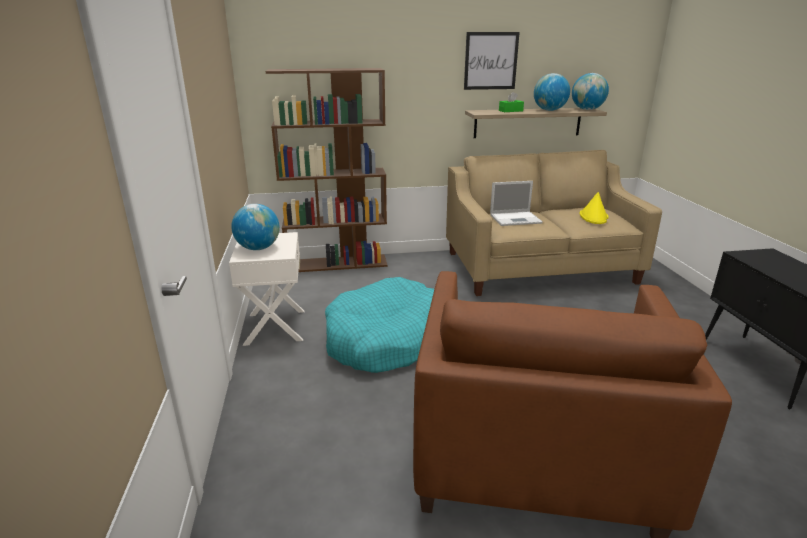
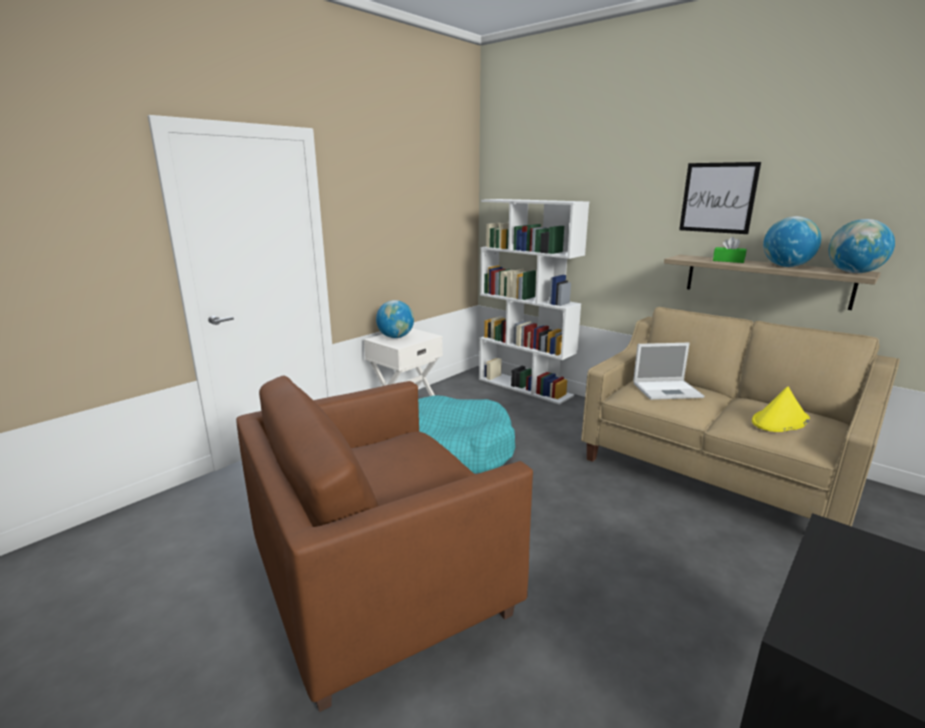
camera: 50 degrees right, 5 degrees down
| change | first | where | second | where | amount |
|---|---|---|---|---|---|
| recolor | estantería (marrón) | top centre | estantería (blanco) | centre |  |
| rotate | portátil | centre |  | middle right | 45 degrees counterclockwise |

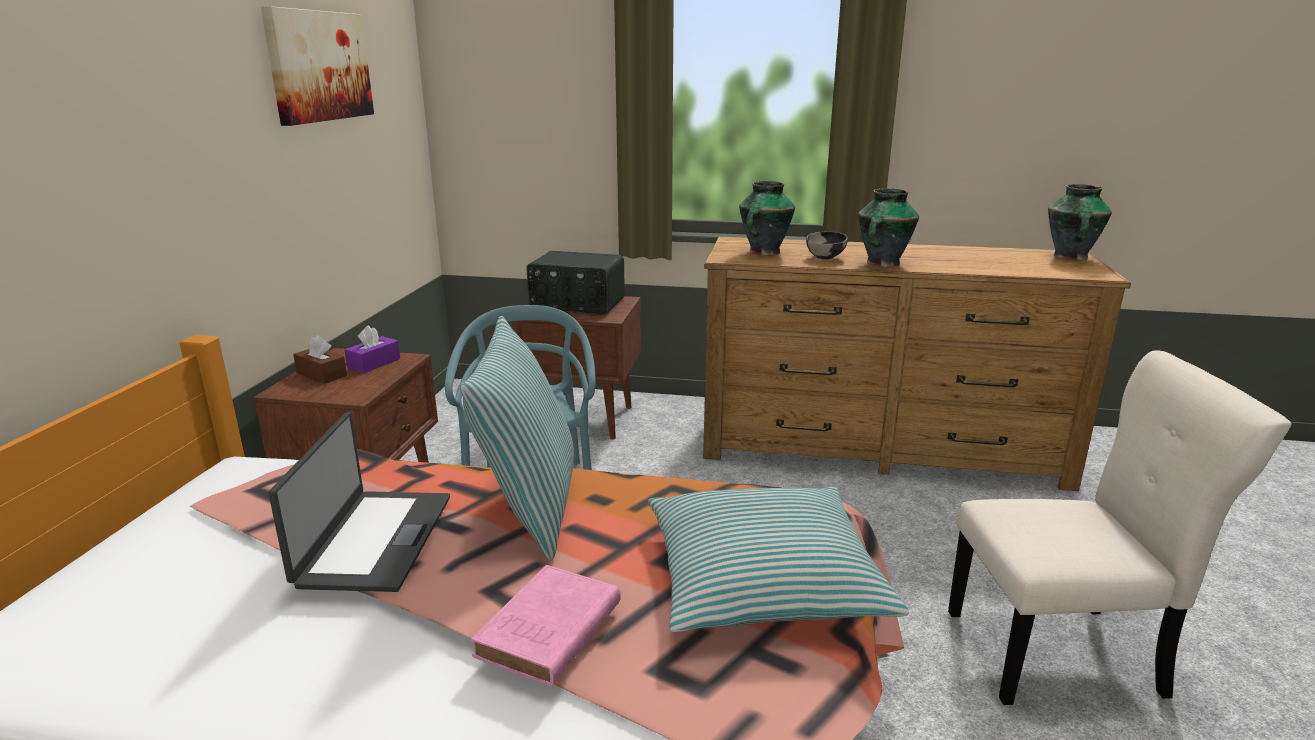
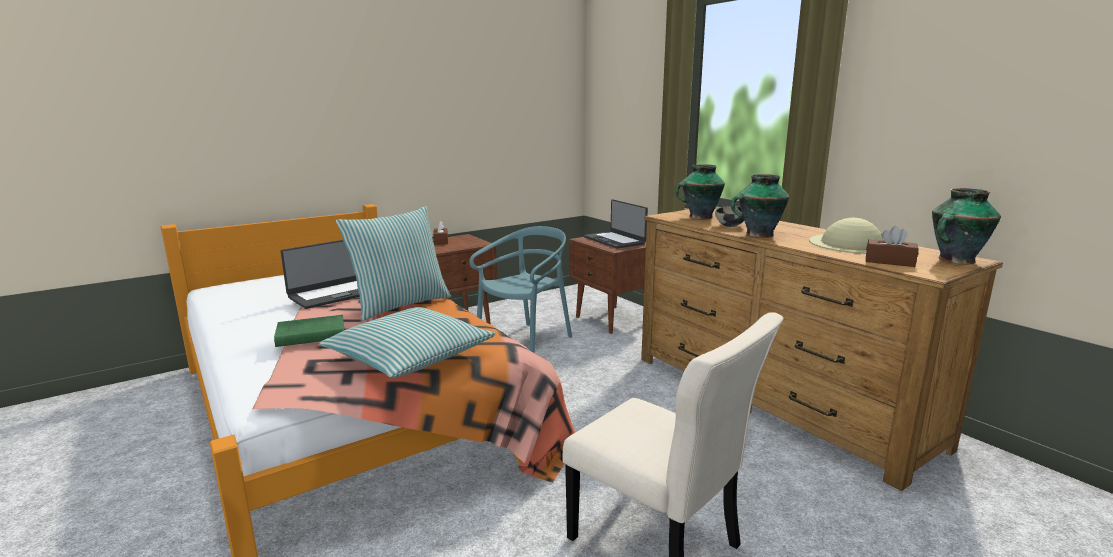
camera: 45 degrees right, 5 degrees down
| change | first | where | second | where | amount |
|---|---|---|---|---|---|
| delete | cuadro | top left |  |  |  |
| replace | radio | centre | portátil (2nd from left) | centre |  |
| delete | caja de pañuelos (morado) | middle left |  |  |  |
| recolor | libro (rosa) | bottom centre | libro (verde) | middle left |  |
| insert |  |  | sombrero (beis) | middle right |  |
| insert |  |  | caja de pañuelos (marrón) (2nd from left) | middle right |  |

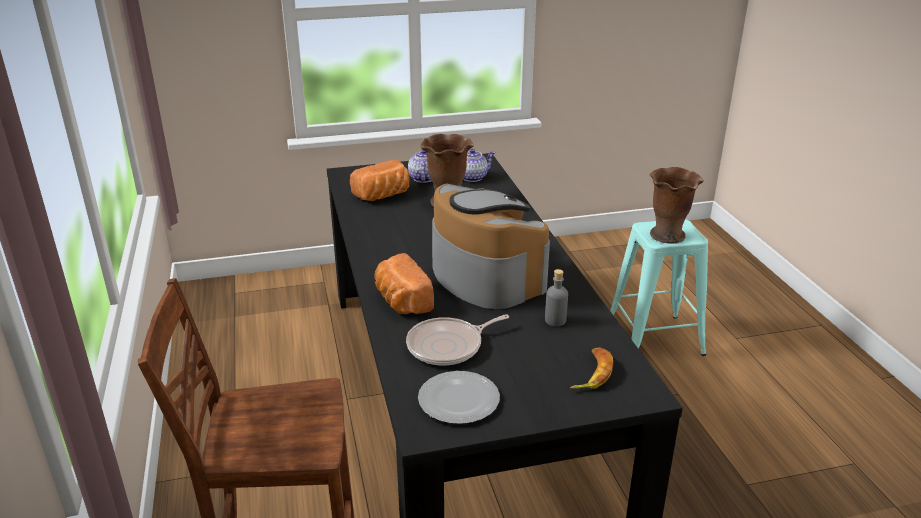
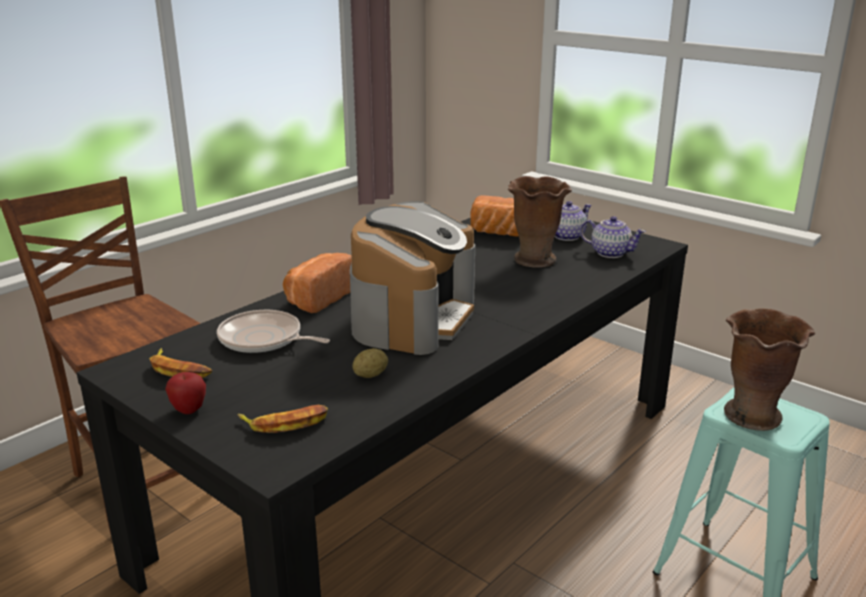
camera: 55 degrees right, 5 degrees down
| change | first | where | second | where | amount |
|---|---|---|---|---|---|
| replace | botella (gris) | centre | patata | centre |  |
| replace | plato | bottom centre | plátano (1st from left) | middle left |  |
| insert |  |  | manzana | middle left |  |

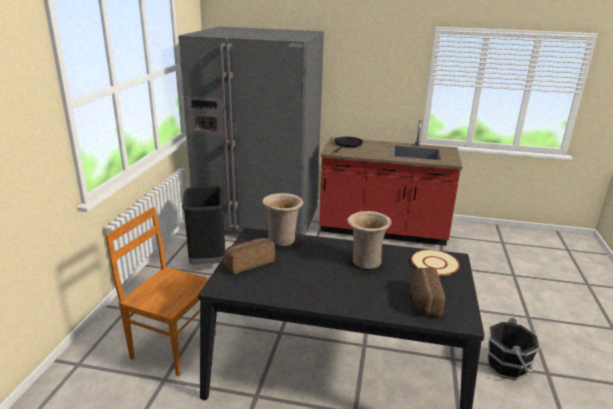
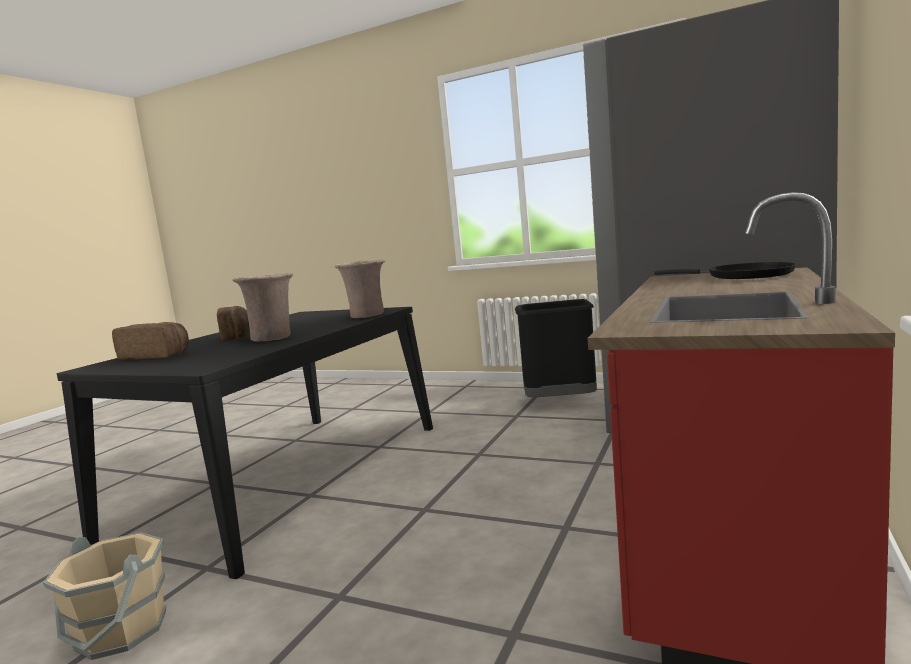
camera: 105 degrees right, 15 degrees down
| change | first | where | second | where | amount |
|---|---|---|---|---|---|
| delete | silla (marrón) | bottom left |  |  |  |
| move | pan (1st from left in the first image) | centre | pan (2nd from left) | middle left |  |
| delete | plato (beis) | middle right |  |  |  |
| recolor | cubo (negro) | bottom right | cubo (beis) | bottom left |  |

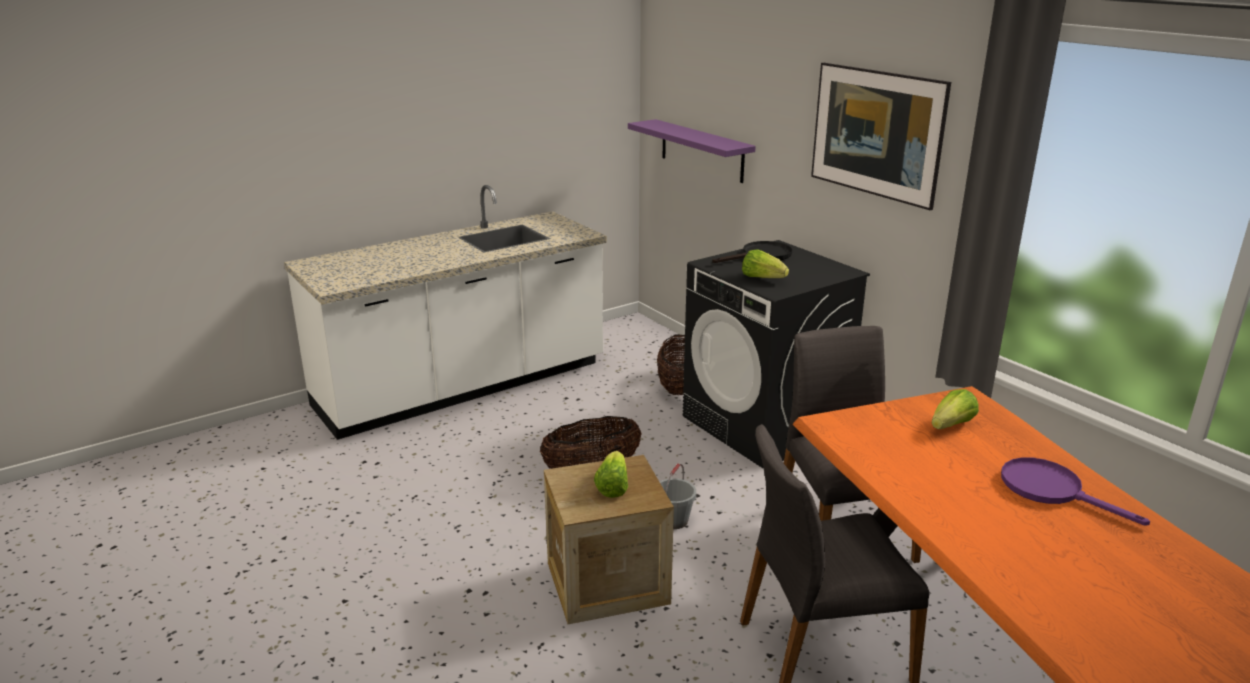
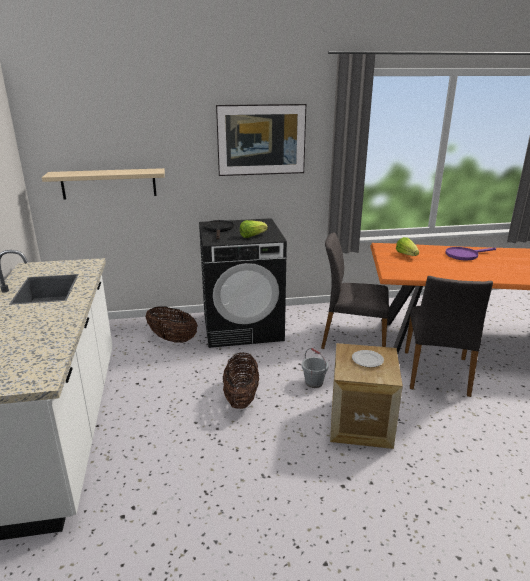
camera: 65 degrees left, 0 degrees up
| change | first | where | second | where | amount |
|---|---|---|---|---|---|
| recolor | estante (morado) | top centre | estante (beis) | top left |  |
| replace | lechuga (1st from left) | bottom centre | plato | middle right |  |

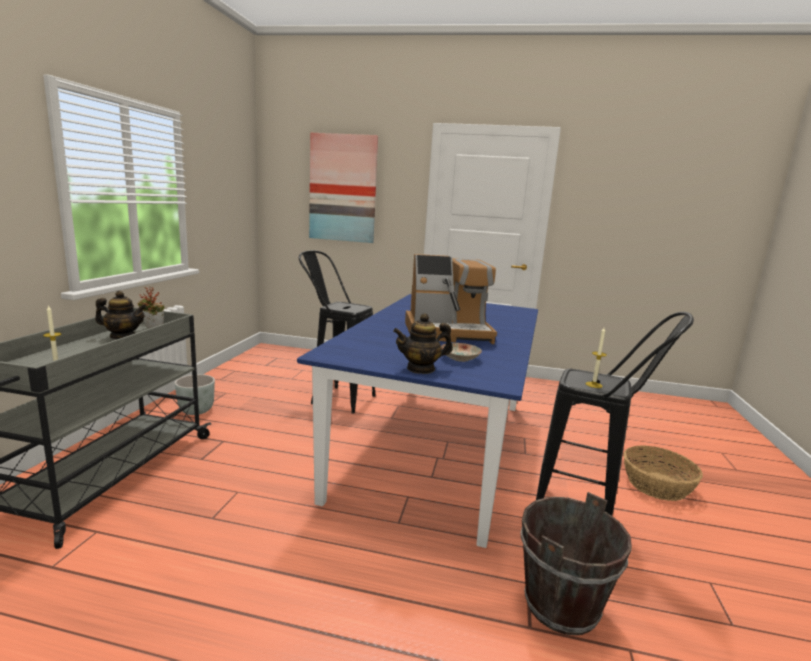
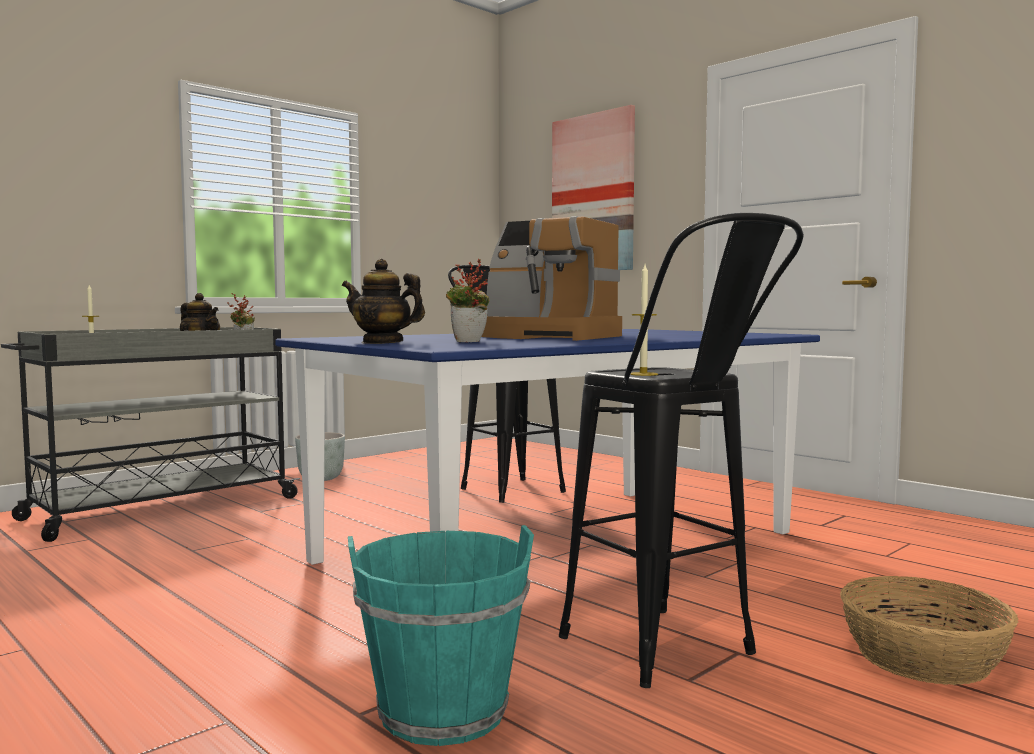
camera: 35 degrees right, 10 degrees down
| change | first | where | second | where | amount |
|---|---|---|---|---|---|
| replace | plato | centre | planta en maceta (2nd from left) | centre |  |
| recolor | cubo (marrón) | bottom right | cubo (turquesa) | bottom centre |  |

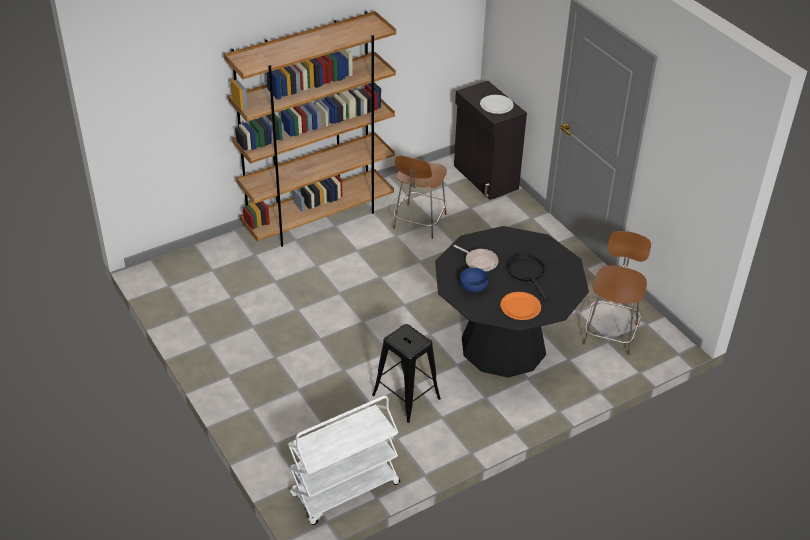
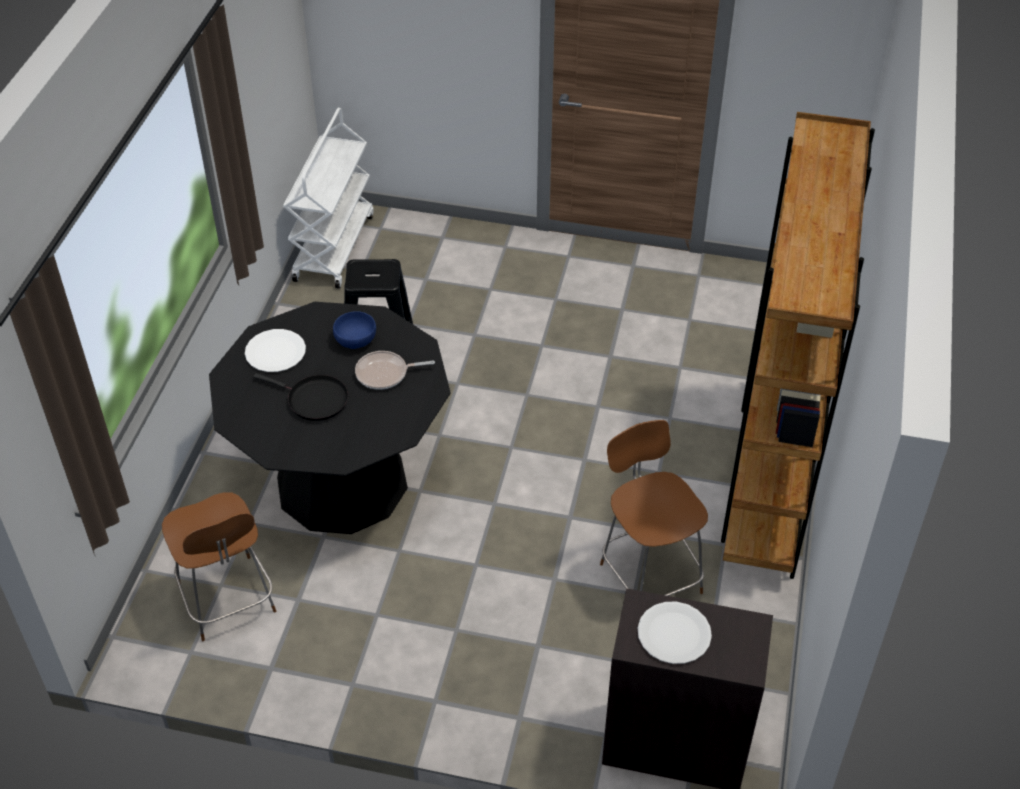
camera: 135 degrees right, 5 degrees up
| change | first | where | second | where | amount |
|---|---|---|---|---|---|
| recolor | plato (naranja) | centre | plato (blanco) (1st from left) | middle left |  |

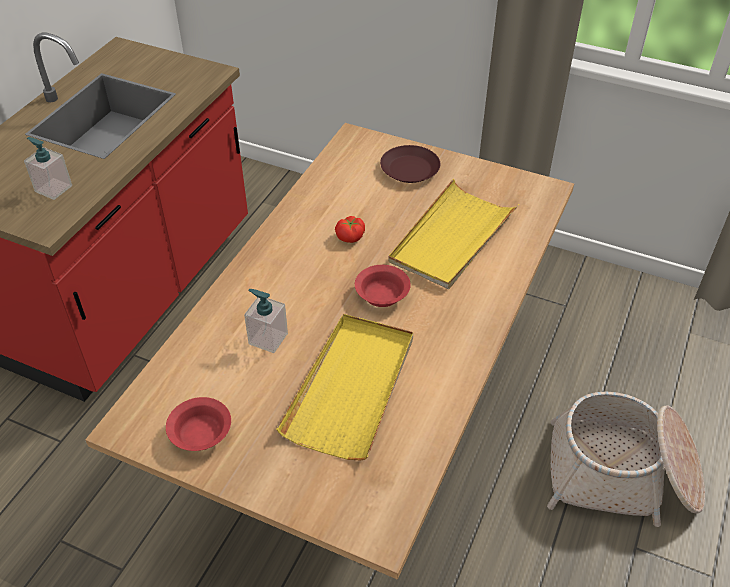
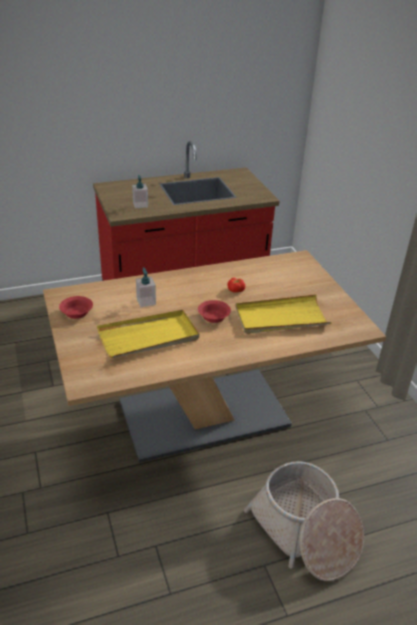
camera: 45 degrees right, 10 degrees down
| change | first | where | second | where | amount |
|---|---|---|---|---|---|
| delete | plato (marrón) | top centre |  |  |  |

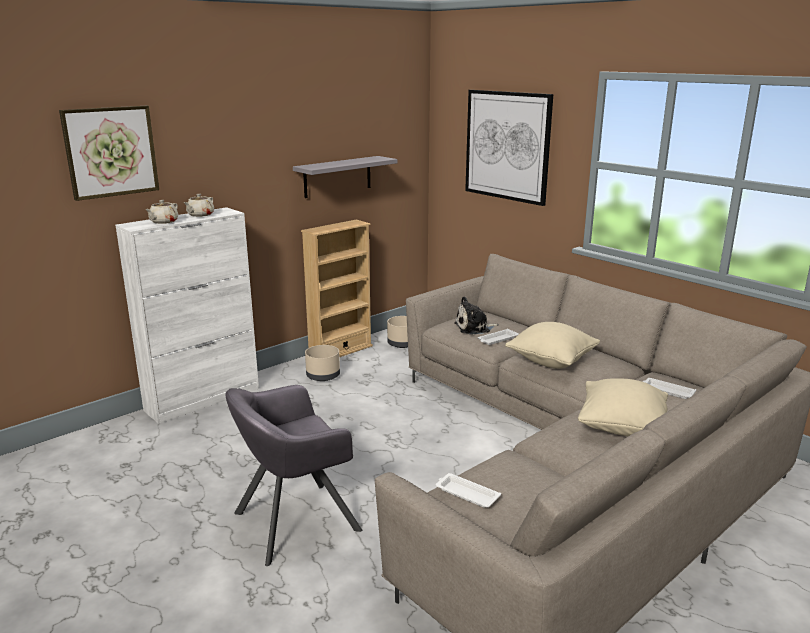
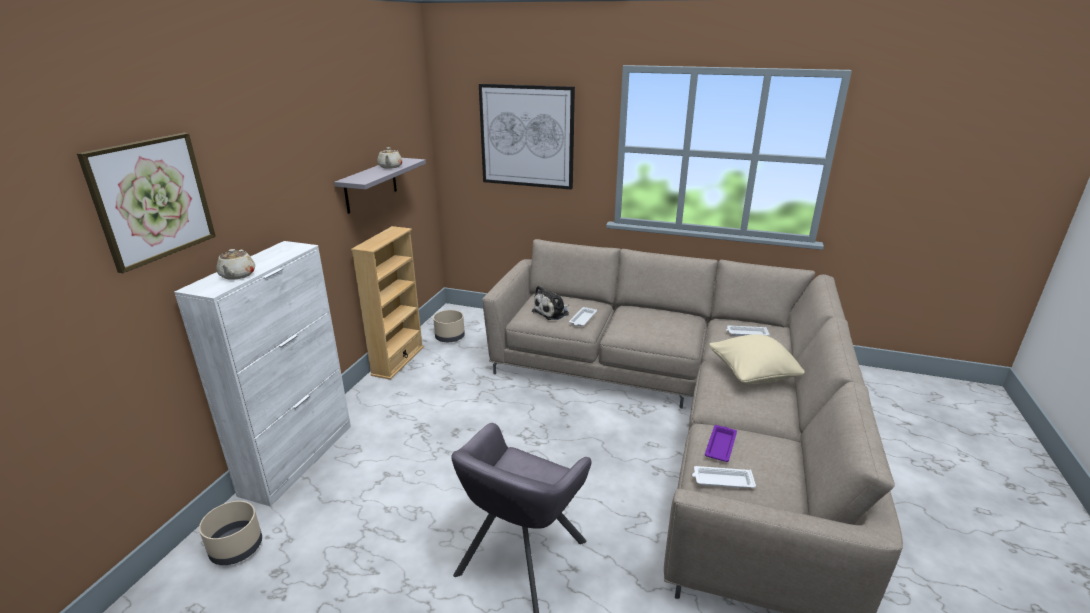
camera: 30 degrees left, 5 degrees up
| change | first | where | second | where | amount |
|---|---|---|---|---|---|
| move | tetera (beis) (2nd from left) | top left |  | top centre |  |
| delete | cojín (beis) (1st from left) | middle right |  |  |  |
| move | maceta (beis) (1st from left) | centre |  | bottom left |  |
| insert |  |  | bandeja (morado) | bottom centre |  |

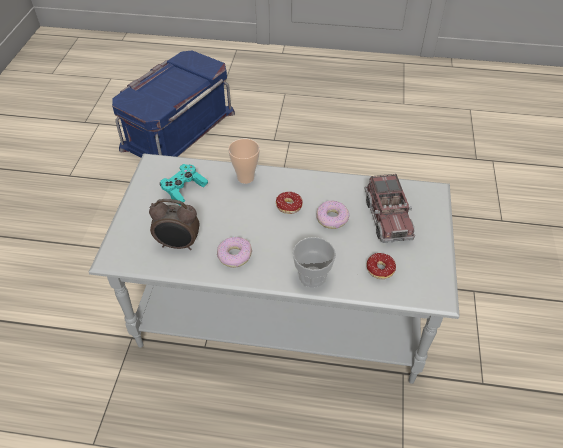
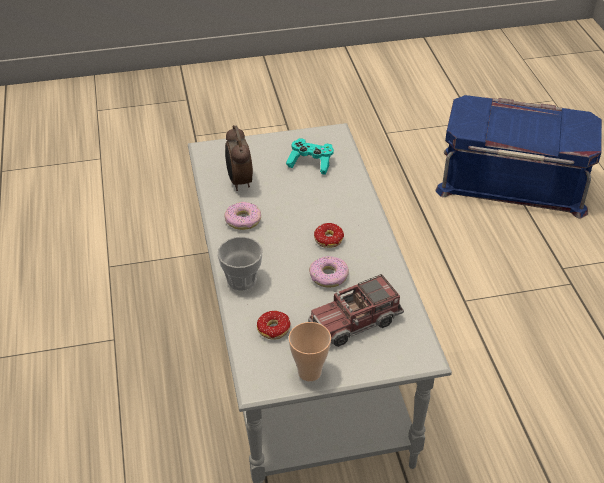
camera: 70 degrees right, 5 degrees down
| change | first | where | second | where | amount |
|---|---|---|---|---|---|
| move | taza (1st from left in the first image) | centre | taza (2nd from left) | bottom centre |  |

